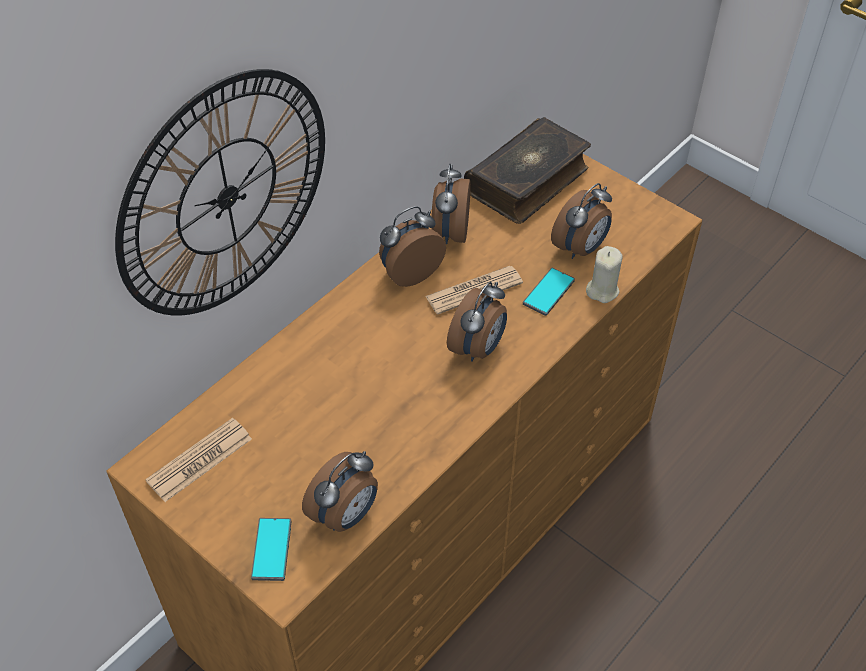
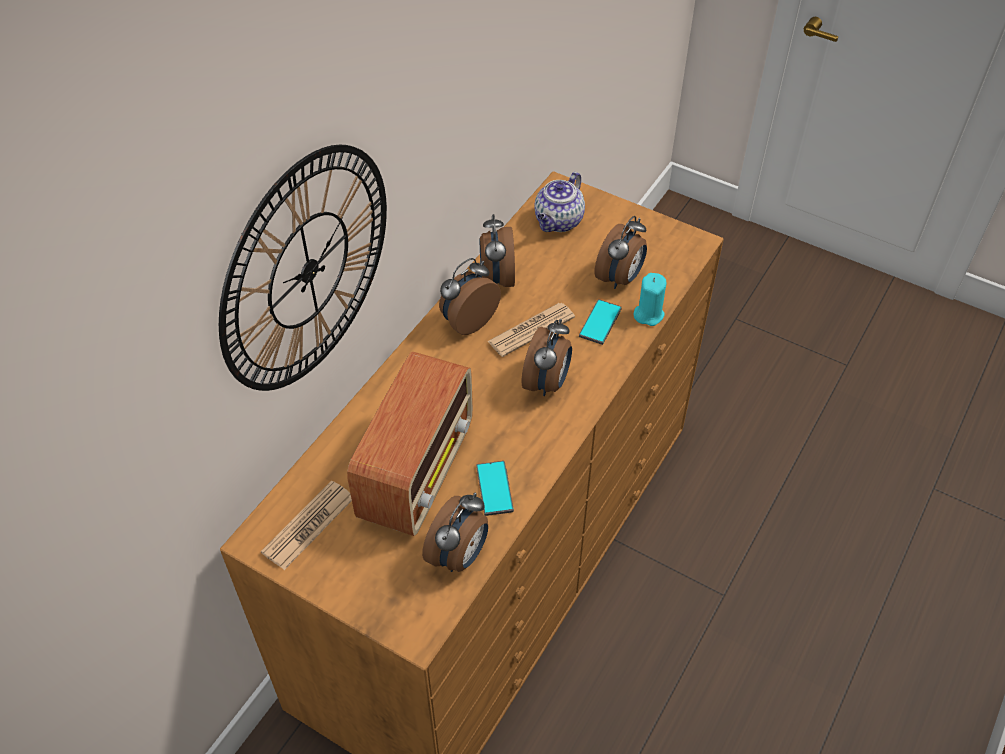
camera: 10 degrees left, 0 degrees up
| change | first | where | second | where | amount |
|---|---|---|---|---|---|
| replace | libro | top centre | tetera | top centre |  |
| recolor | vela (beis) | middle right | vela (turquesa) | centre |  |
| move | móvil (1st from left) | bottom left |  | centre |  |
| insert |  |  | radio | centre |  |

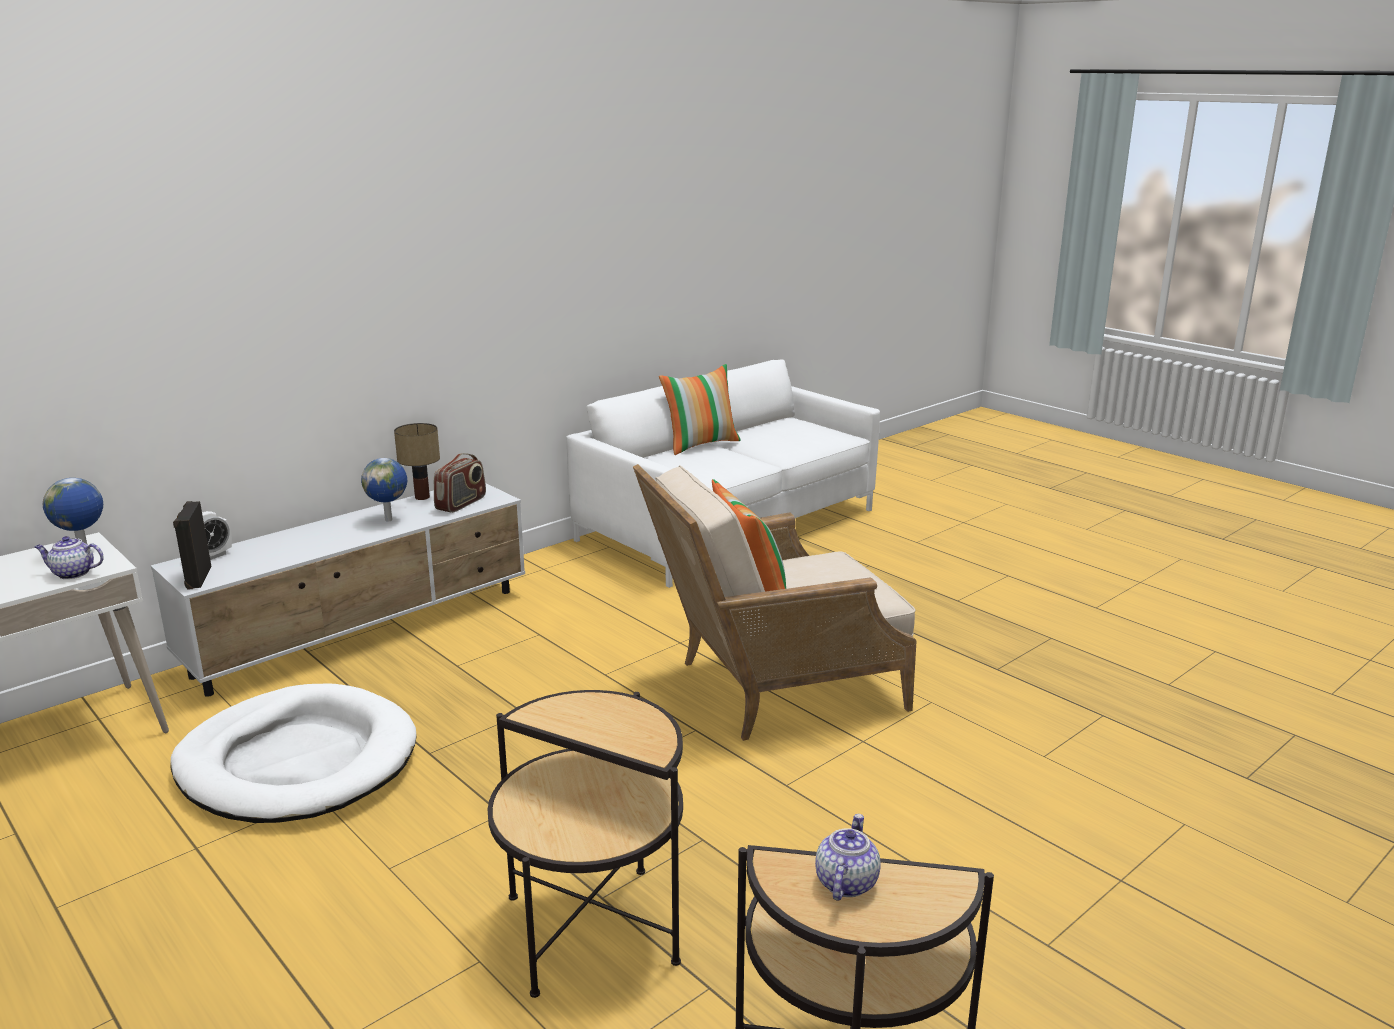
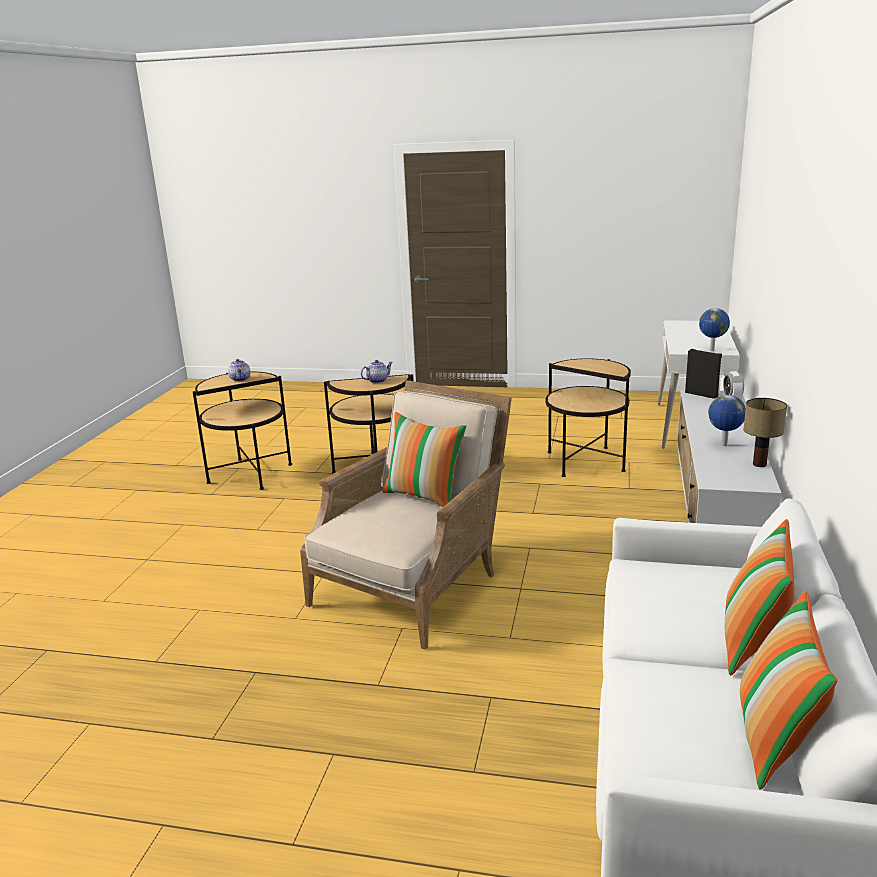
camera: 145 degrees right, 0 degrees up
| change | first | where | second | where | amount |
|---|---|---|---|---|---|
| delete | radio | middle left |  |  |  |
| move | tetera (1st from left in the first image) | middle left | tetera (2nd from left) | centre |  |
| replace | cama para perro (blanco) | bottom left | mesa auxiliar (3rd from left) | middle right |  |
| insert |  |  | cojín (3rd from left) | bottom right |  |

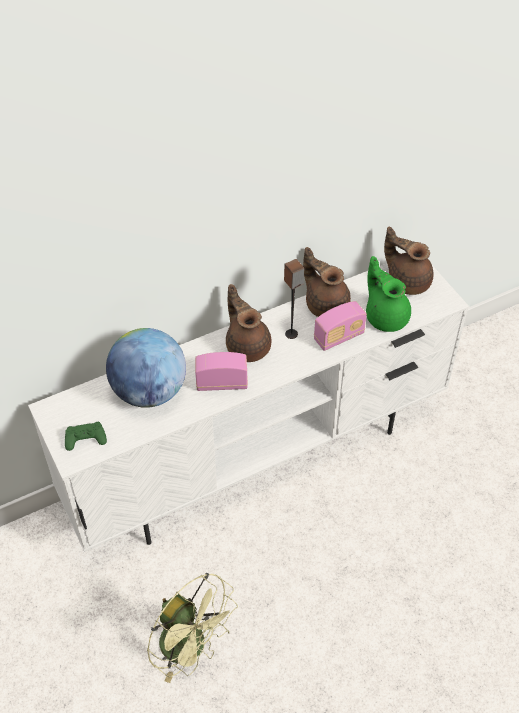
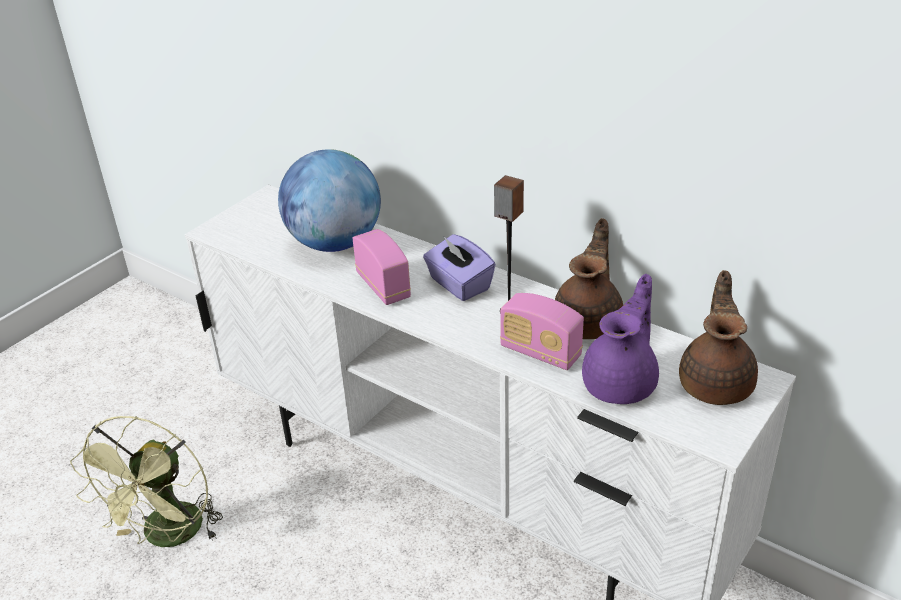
camera: 65 degrees right, 15 degrees down
| change | first | where | second | where | amount |
|---|---|---|---|---|---|
| recolor | tetera (verde) | middle right | tetera (morado) | middle right |  |
| replace | tetera (marrón) (1st from left) | centre | caja de pañuelos (morado) | centre |  |
| delete | mando de consola (verde) | middle left |  |  |  |

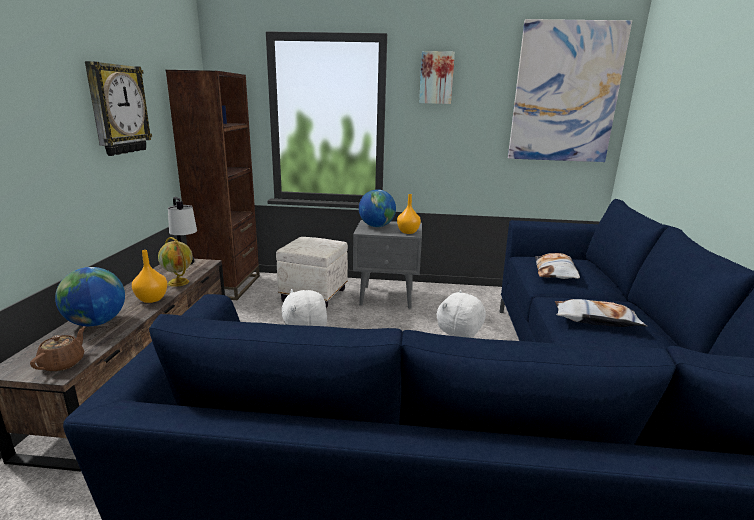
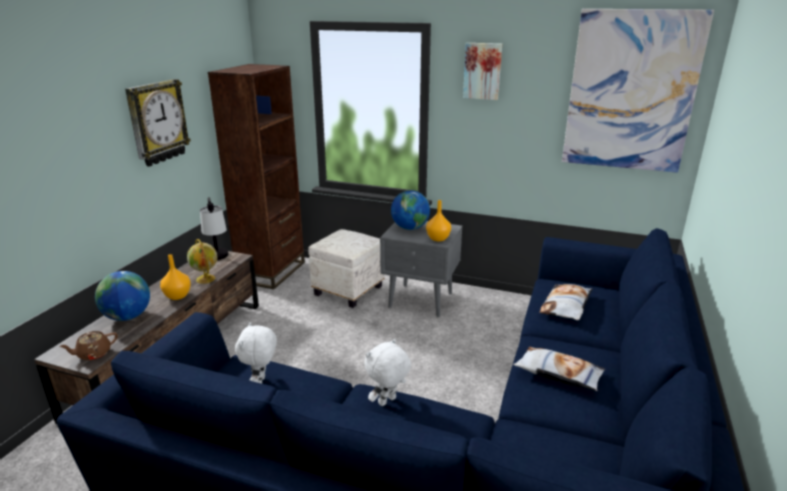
camera: 15 degrees right, 5 degrees up
| change | first | where | second | where | amount |
|---|---|---|---|---|---|
| rotate | tetera (marrón) | bottom left |  | bottom left | 150 degrees counterclockwise |

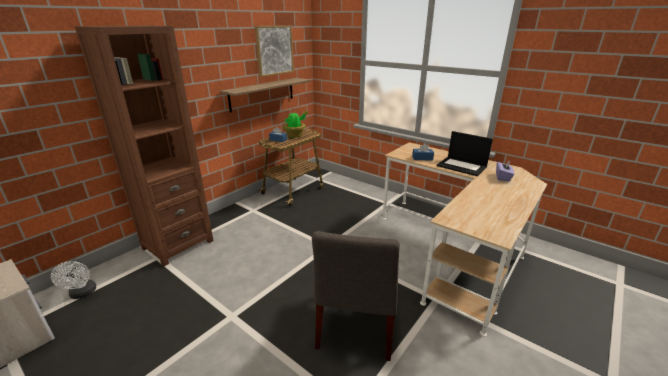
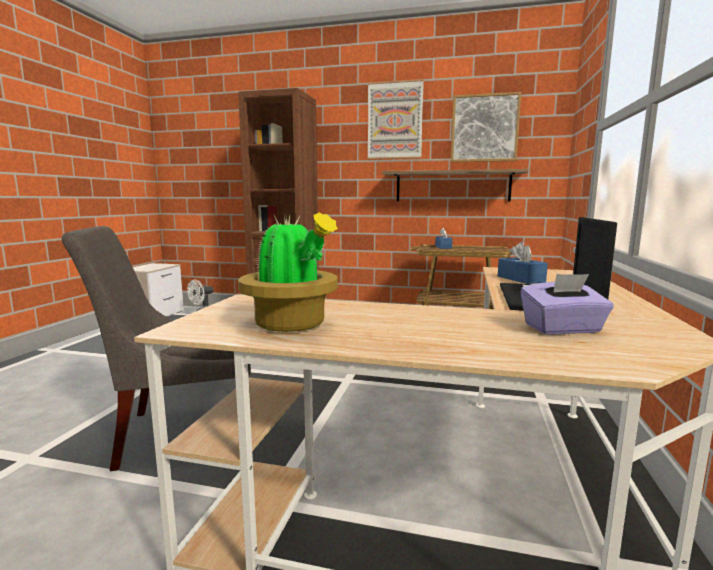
camera: 65 degrees right, 15 degrees down
| change | first | where | second | where | amount |
|---|---|---|---|---|---|
| move | planta en maceta | top centre |  | centre |  |
| insert |  |  | cuadro (1st from left) | top centre |  |

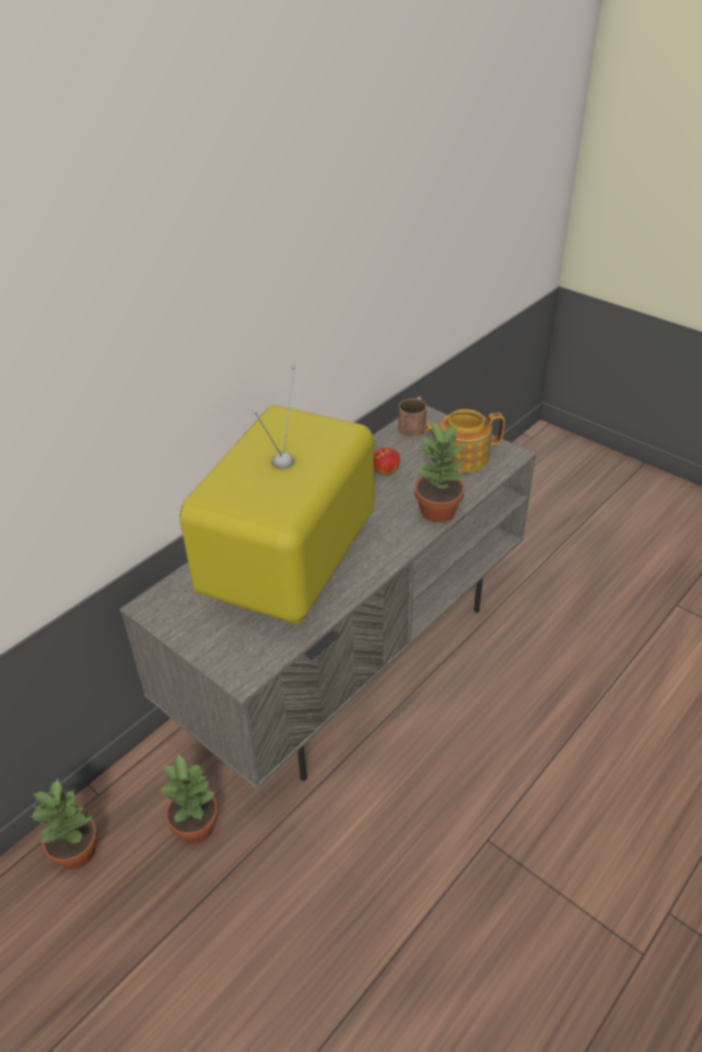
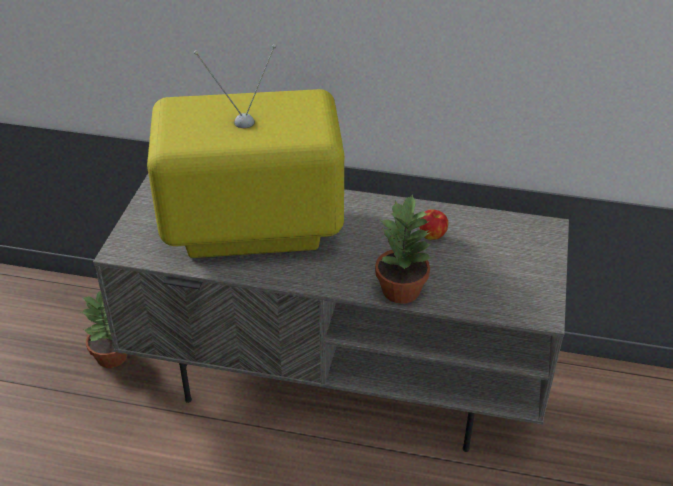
camera: 60 degrees right, 0 degrees up
| change | first | where | second | where | amount |
|---|---|---|---|---|---|
| delete | taza grande (marrón) | centre |  |  |  |
| delete | tetera | centre |  |  |  |
| delete | planta en maceta (1st from left) | bottom left |  |  |  |

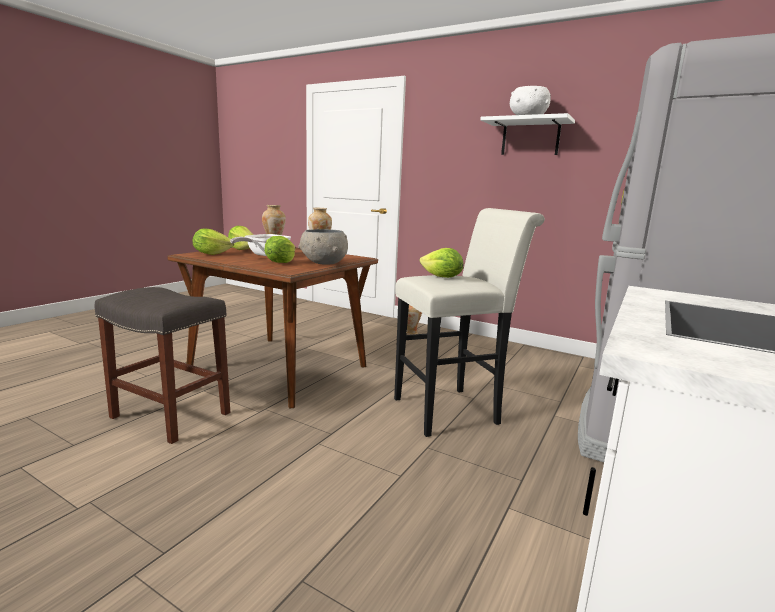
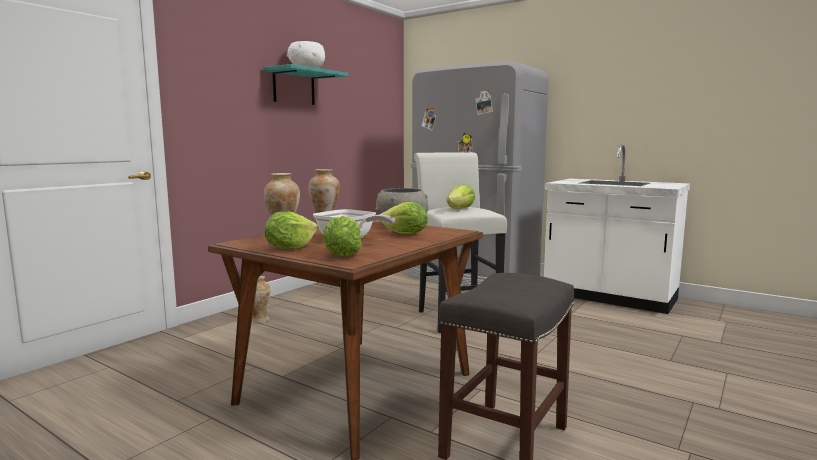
camera: 85 degrees left, 5 degrees down
| change | first | where | second | where | amount |
|---|---|---|---|---|---|
| recolor | estante (blanco) | top right | estante (turquesa) | top centre |  |

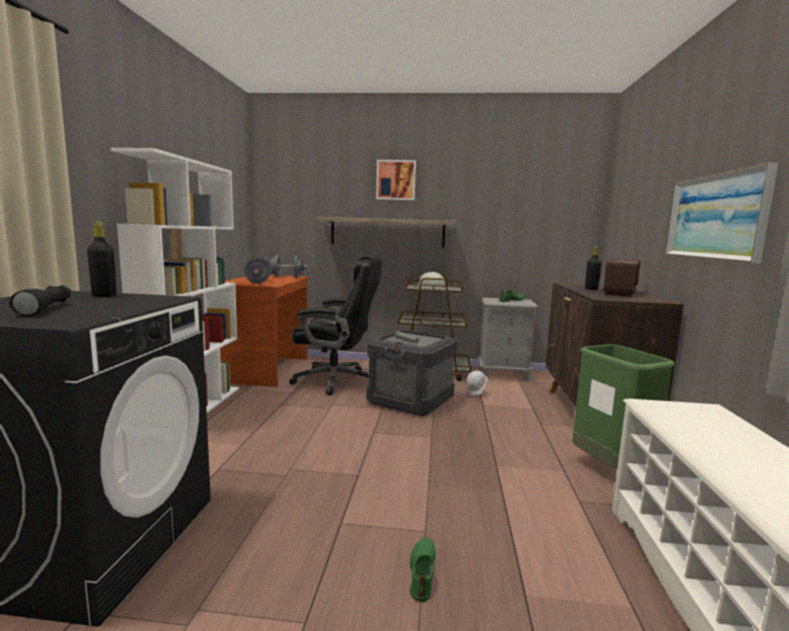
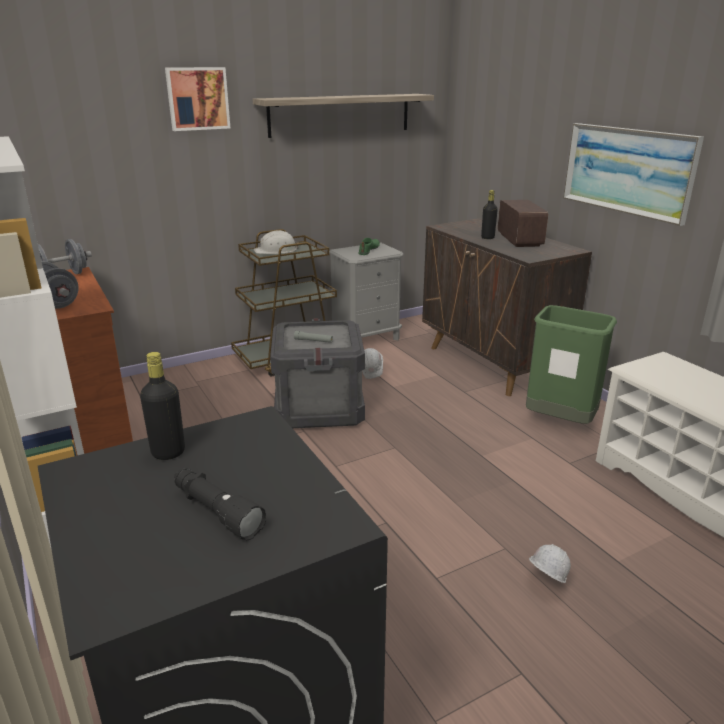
camera: 35 degrees left, 15 degrees up
| change | first | where | second | where | amount |
|---|---|---|---|---|---|
| move | estante | centre |  | top centre |  |
| delete | silla de oficina (negro) | centre |  |  |  |
| replace | zapato (verde) (1st from left) | bottom centre | casco (blanco) (3rd from left) | bottom right |  |

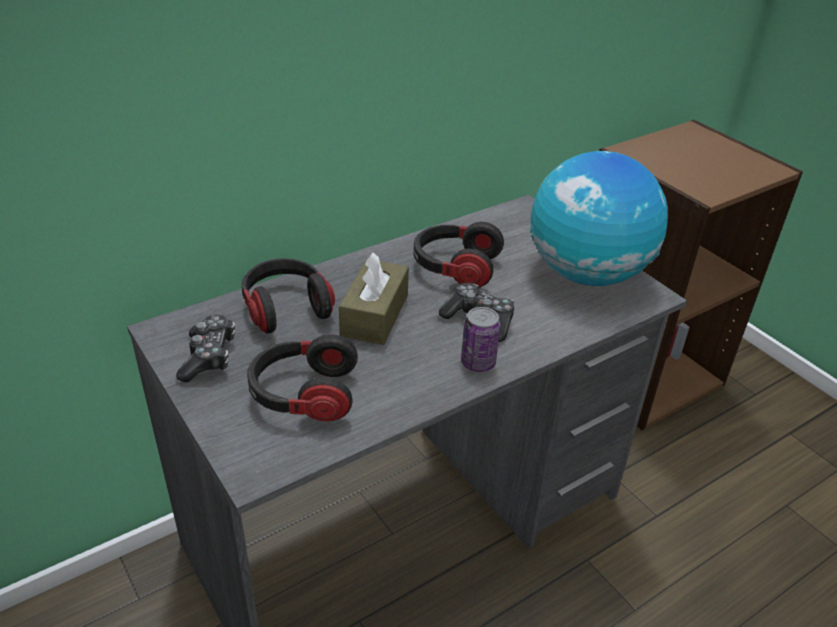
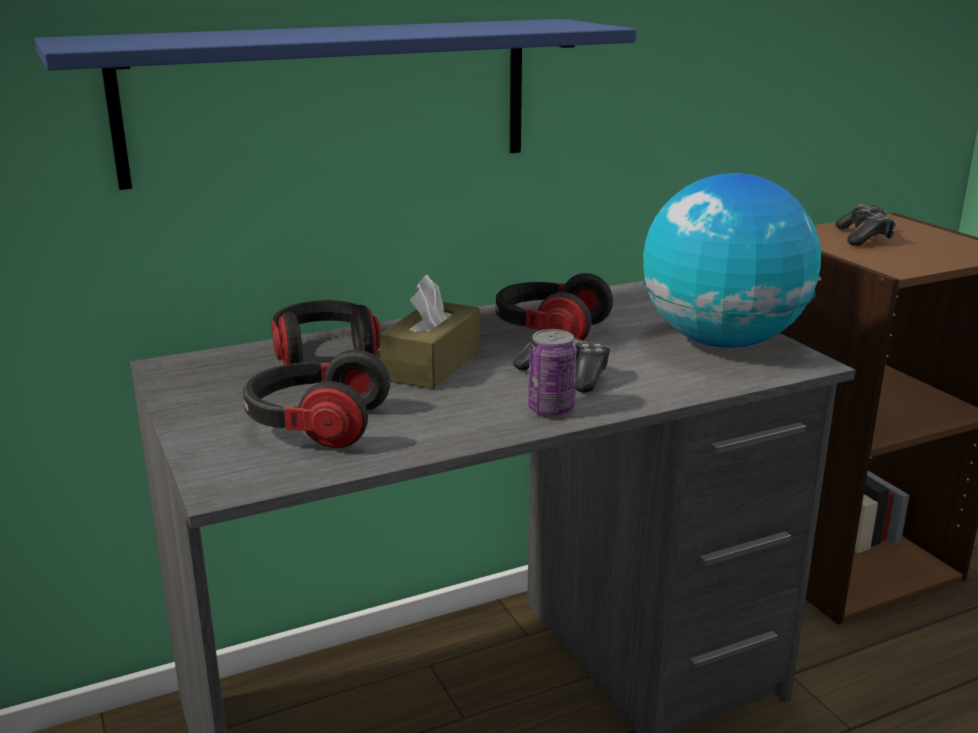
camera: 10 degrees right, 15 degrees down
| change | first | where | second | where | amount |
|---|---|---|---|---|---|
| move | mando de consola (1st from left in the first image) | middle left | mando de consola (2nd from left) | top right |  |
| insert |  |  | estante (azul) | top centre |  |

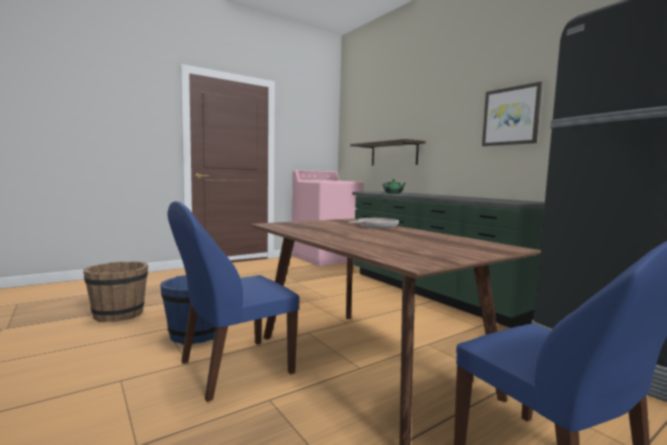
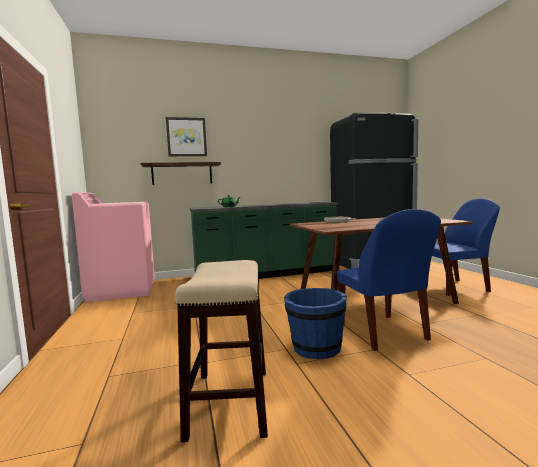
camera: 70 degrees left, 0 degrees up
| change | first | where | second | where | amount |
|---|---|---|---|---|---|
| move | cuadro | top right |  | top centre |  |
| replace | cubo (marrón) | middle left | taburete | bottom centre |  |

